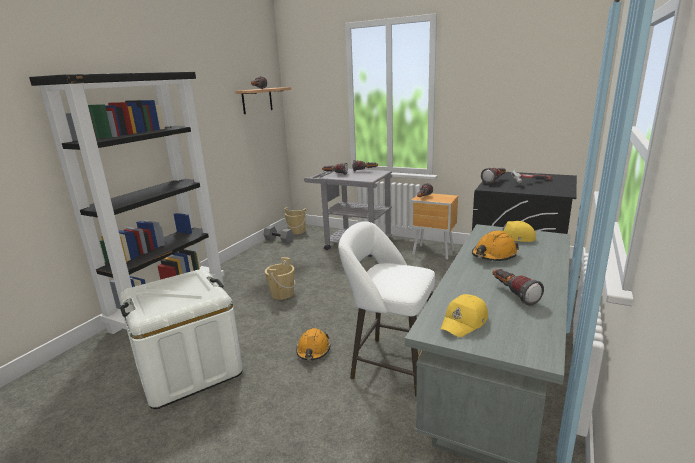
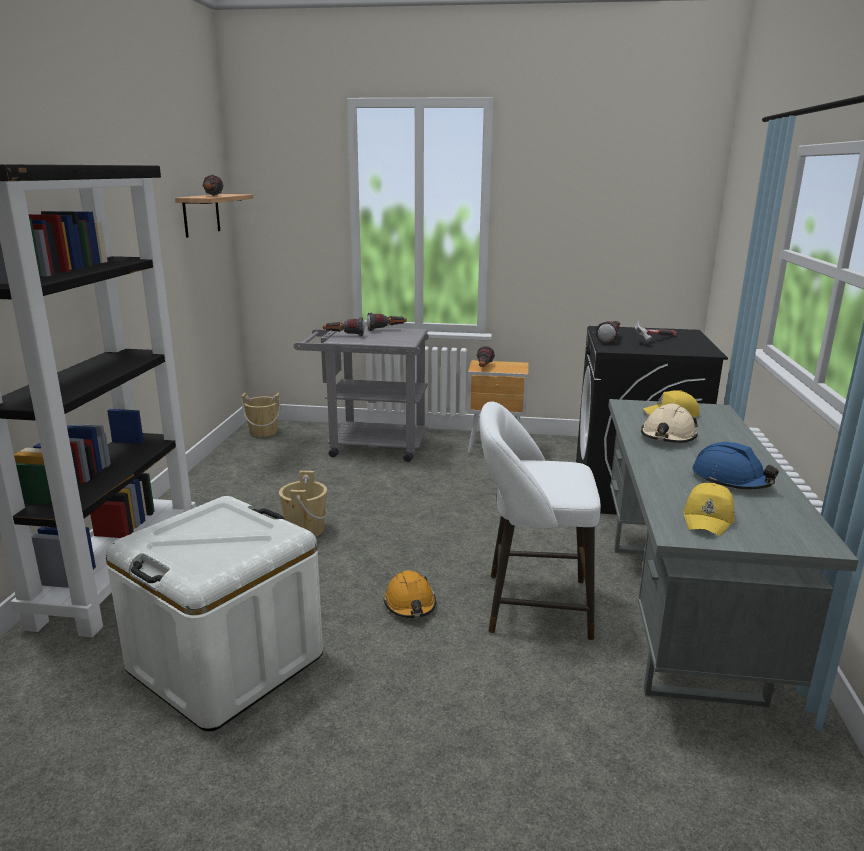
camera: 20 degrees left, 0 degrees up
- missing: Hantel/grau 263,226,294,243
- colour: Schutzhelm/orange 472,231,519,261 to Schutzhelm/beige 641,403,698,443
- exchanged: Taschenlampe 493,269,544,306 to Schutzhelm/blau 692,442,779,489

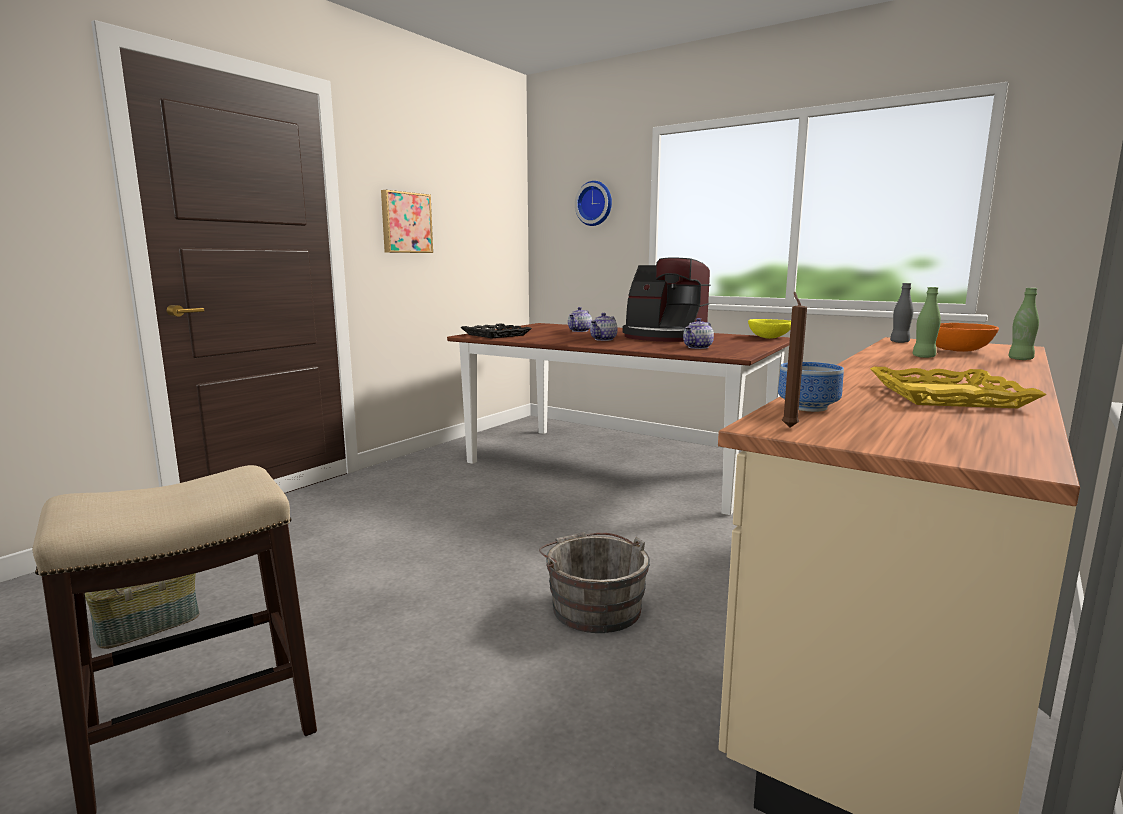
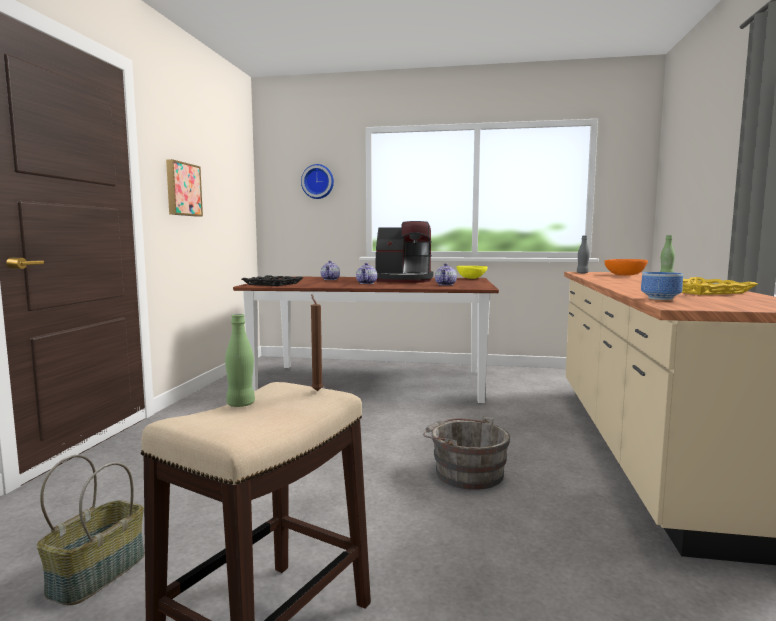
camera: 25 degrees left, 5 degrees down
- relocated: Flasche/grün 912,287,941,358 to 225,314,255,407
- relocated: Kerze/braun 782,292,807,427 to 311,294,323,391

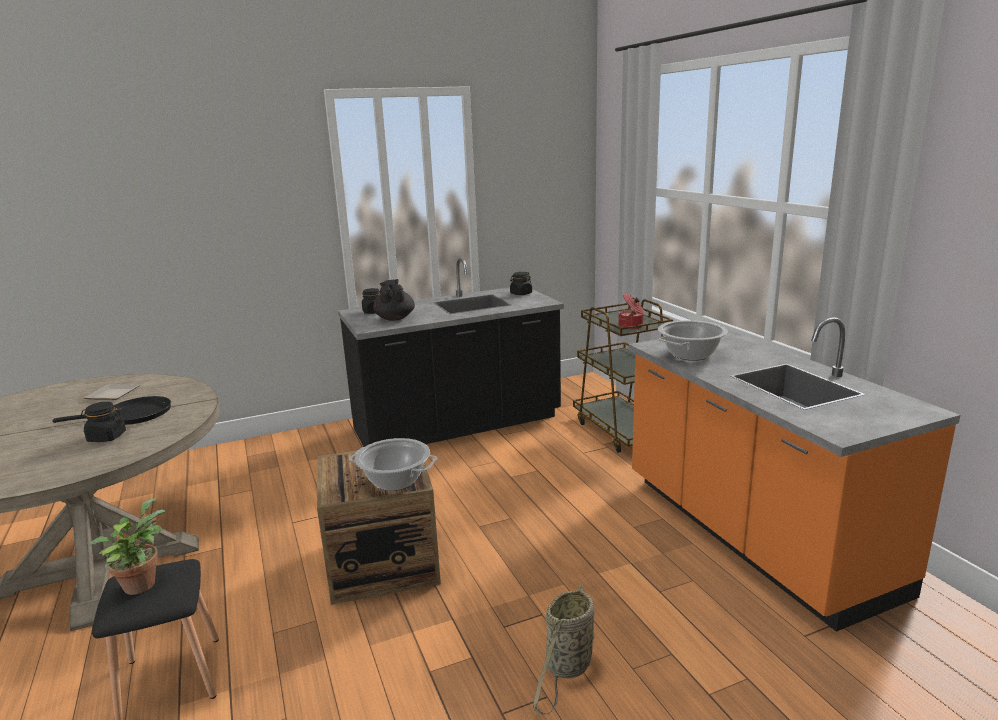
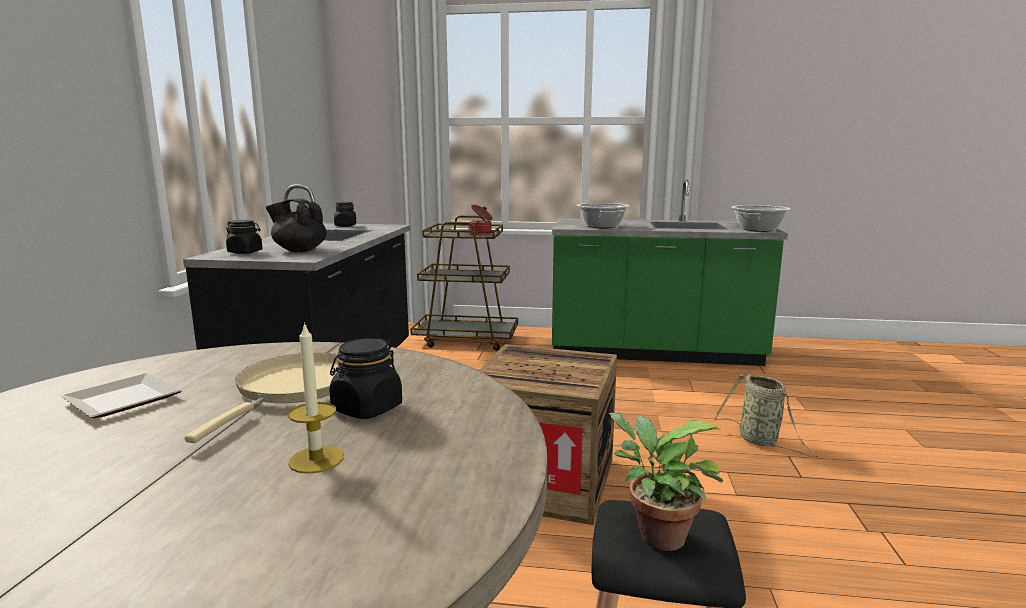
camera: 60 degrees left, 5 degrees down
- colour: Küchenzeile/orange 628,317,960,632 to Küchenzeile/grün 552,179,788,366
- colour: Pfanne/schwarz 52,396,171,425 to Pfanne/beige 185,353,339,443
- relocated: Kochtopf 349,438,437,491 to 731,205,791,232
- appeared: Kerze 288,322,344,474

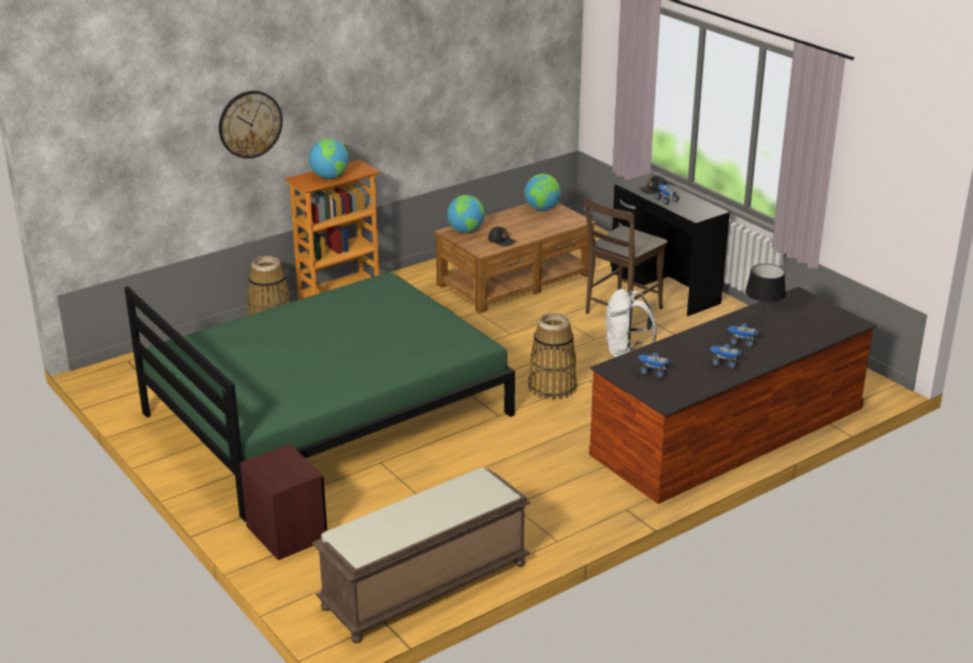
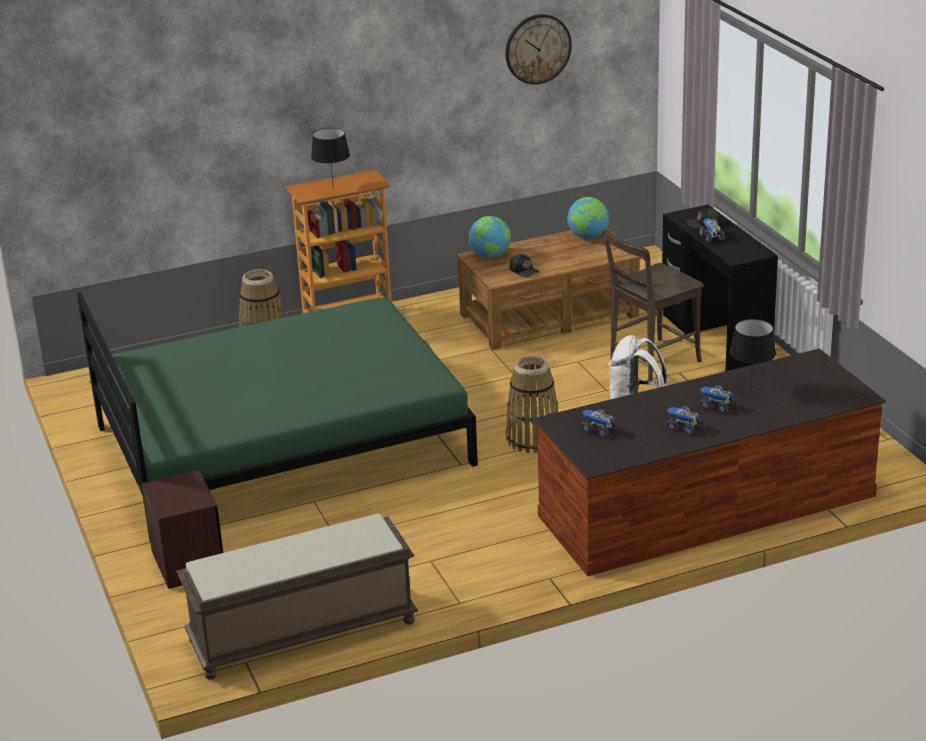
camera: 15 degrees right, 0 degrees up
- relocated: Wanduhr 219,91,283,159 to 505,14,572,84
- exchanged: Globus 309,139,349,179 to Tischlampe/schwarz 311,128,350,183

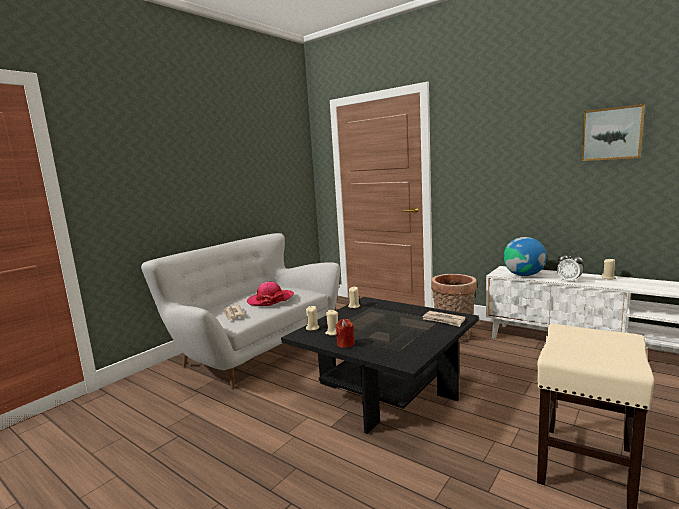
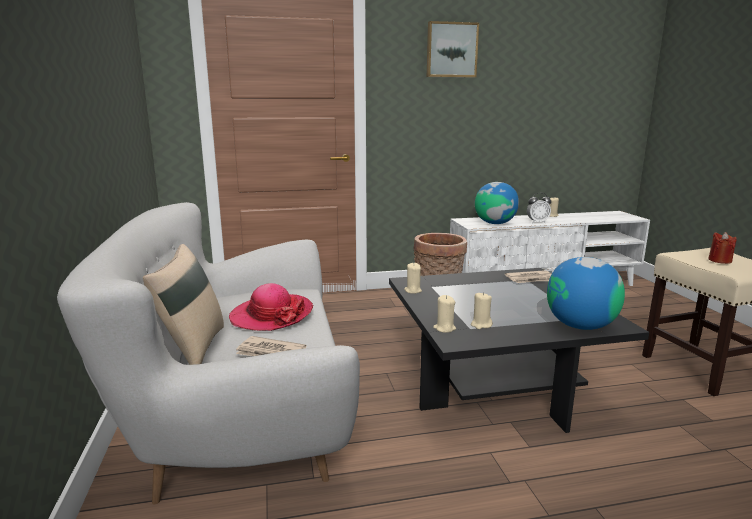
camera: 50 degrees left, 5 degrees up
- relocated: Bild 581,104,645,161 to 427,21,479,78
- relocated: Kerze/rot 335,319,355,348 to 708,232,737,264
- appeared: Kissen/beige 143,244,224,365
- appeared: Globus 547,257,625,330

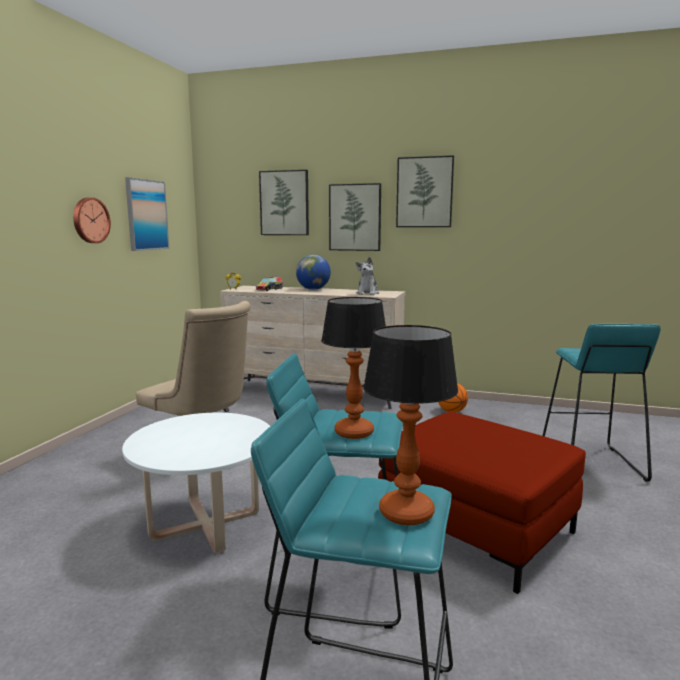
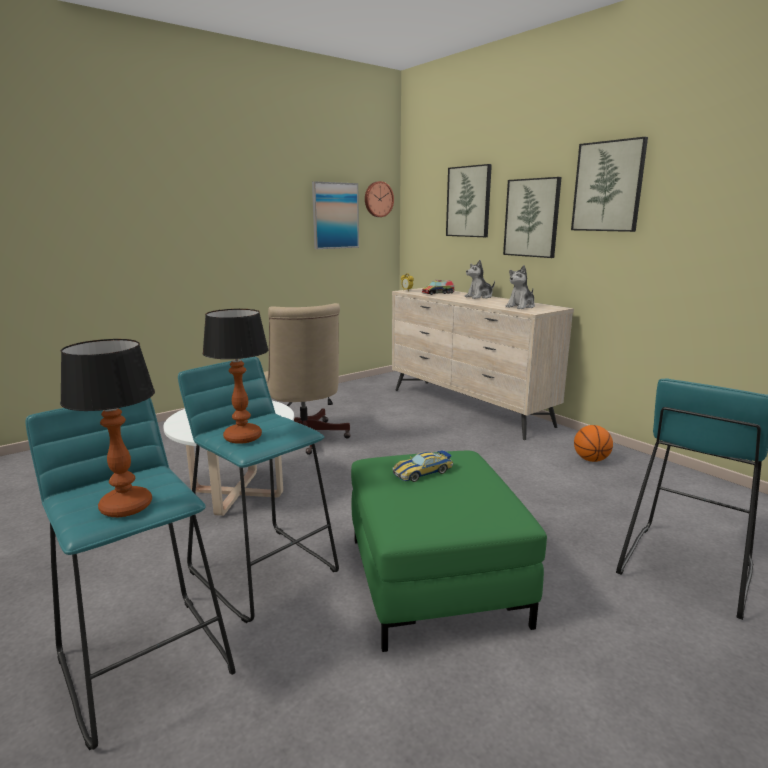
camera: 35 degrees right, 5 degrees up
- relocated: Wanduhr 73,197,111,243 to 365,181,394,217
- exchanged: Globus 296,255,331,290 to Plüschtier 464,260,495,299
- colour: Polsterhocker/rot 378,412,586,594 to Polsterhocker/grün 351,451,547,652
- appeared: Spielzeugauto 392,450,453,482

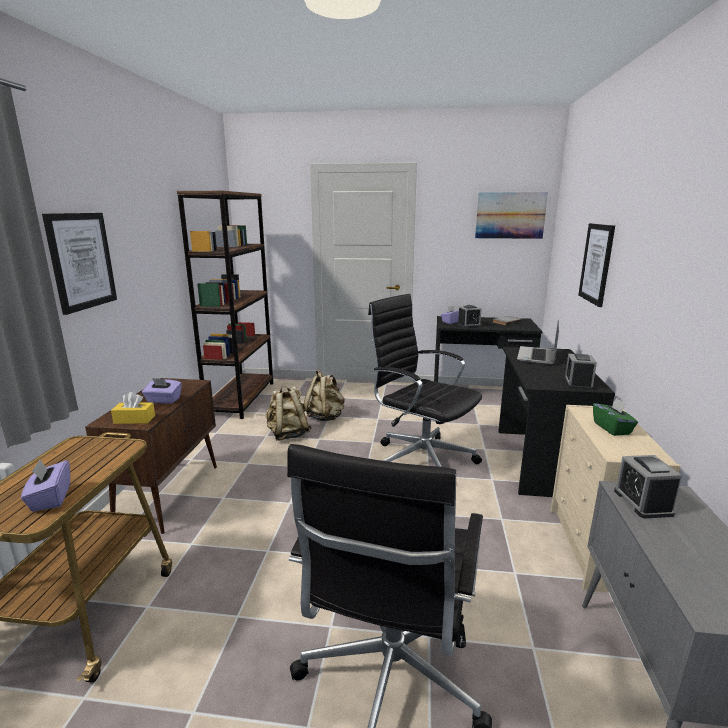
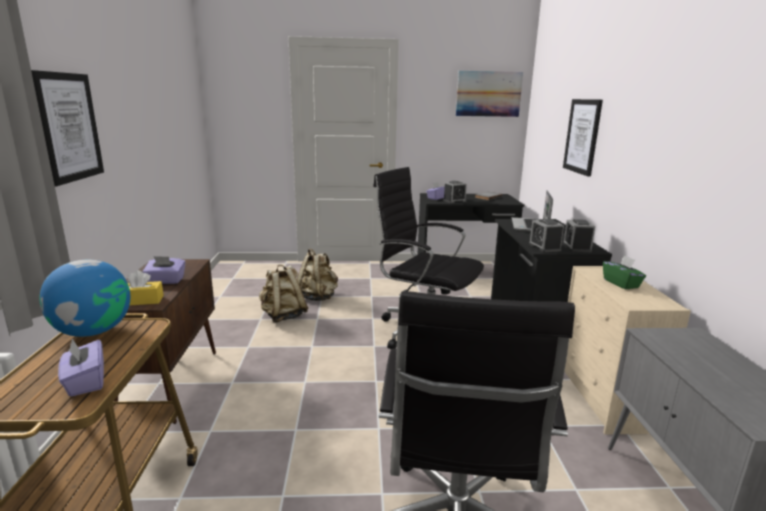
camera: 10 degrees left, 0 degrees up
- missing: Bücherregal/braun 177,191,273,419
- relocated: Wecker 614,455,682,519 to 529,219,564,252
- appeared: Globus 39,260,130,337

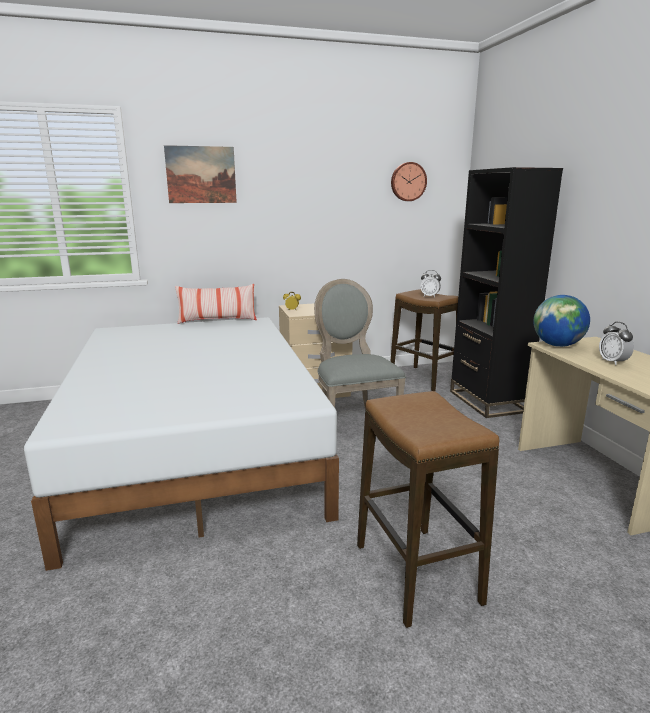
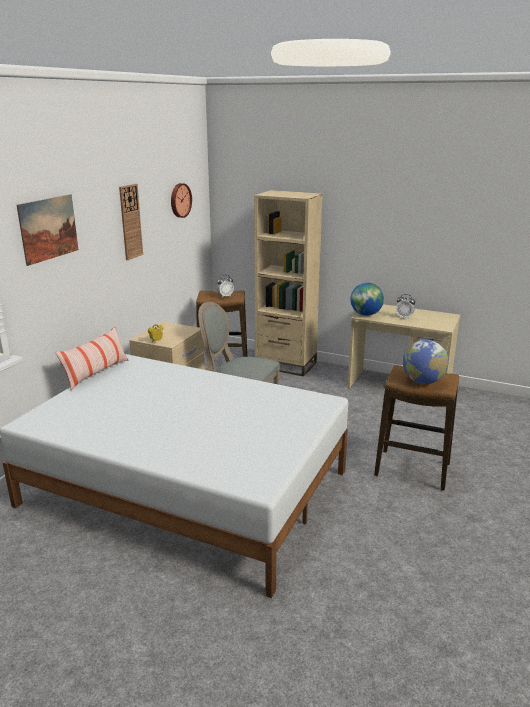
camera: 50 degrees left, 5 degrees up
- colour: Bücherregal/schwarz 450,167,563,418 to Bücherregal/beige 254,190,323,376
- appeared: Wanduhr 119,184,143,260
- appeared: Globus 403,340,448,384

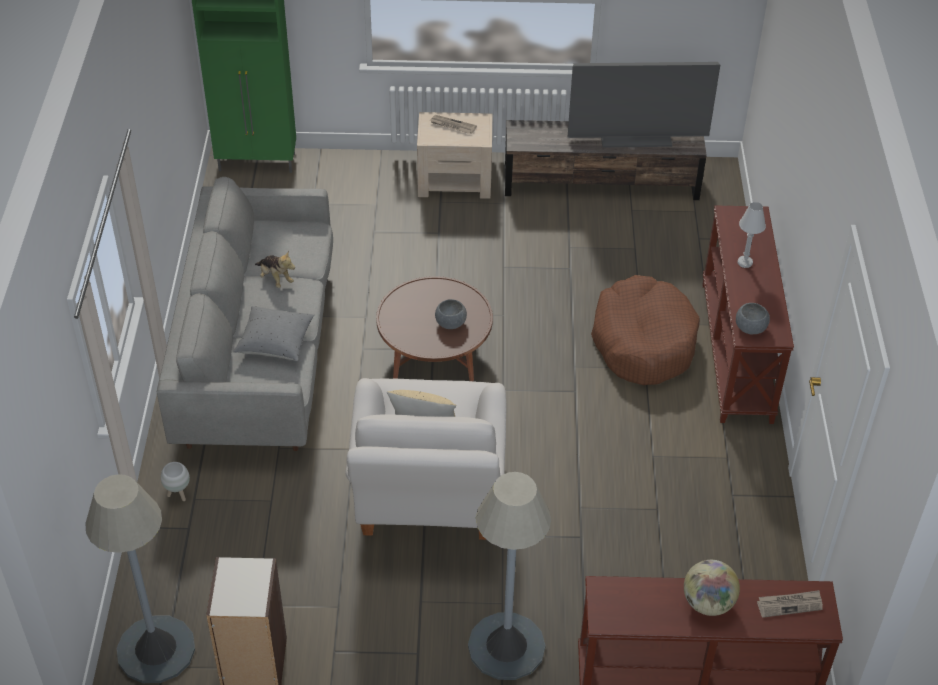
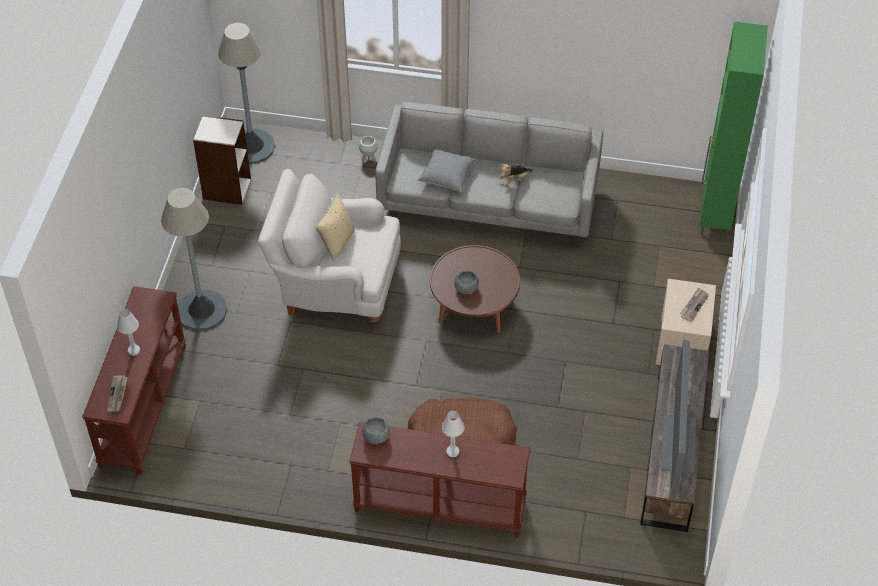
camera: 100 degrees right, 5 degrees up
- exchanged: Globus 684,560,740,616 to Tischlampe/weiß 117,309,140,356

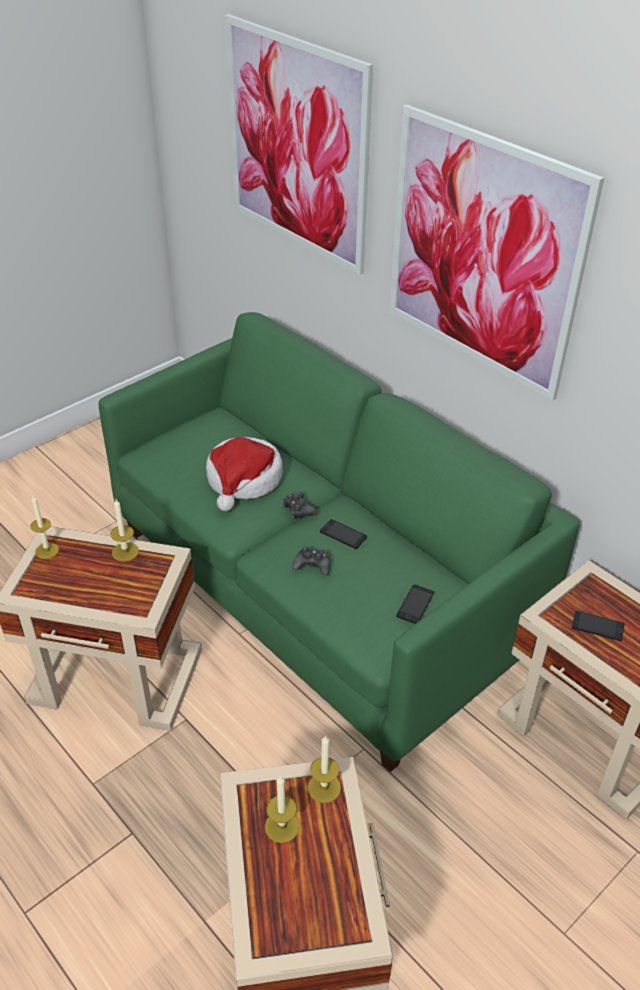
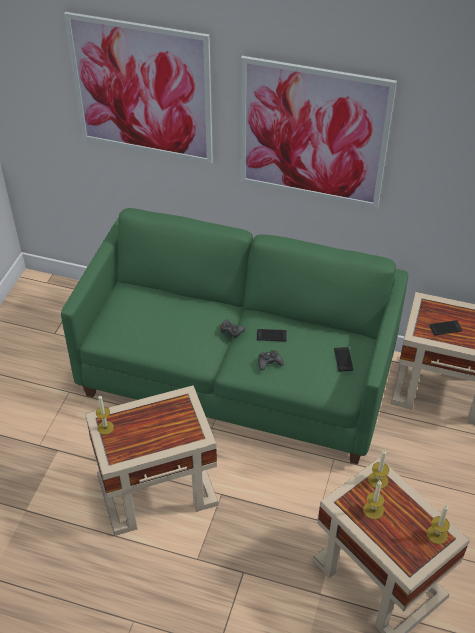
camera: 30 degrees left, 5 degrees up
- missing: Hut 206,437,282,511
- relocated: Kerze 110,499,139,562 to 427,505,450,544

